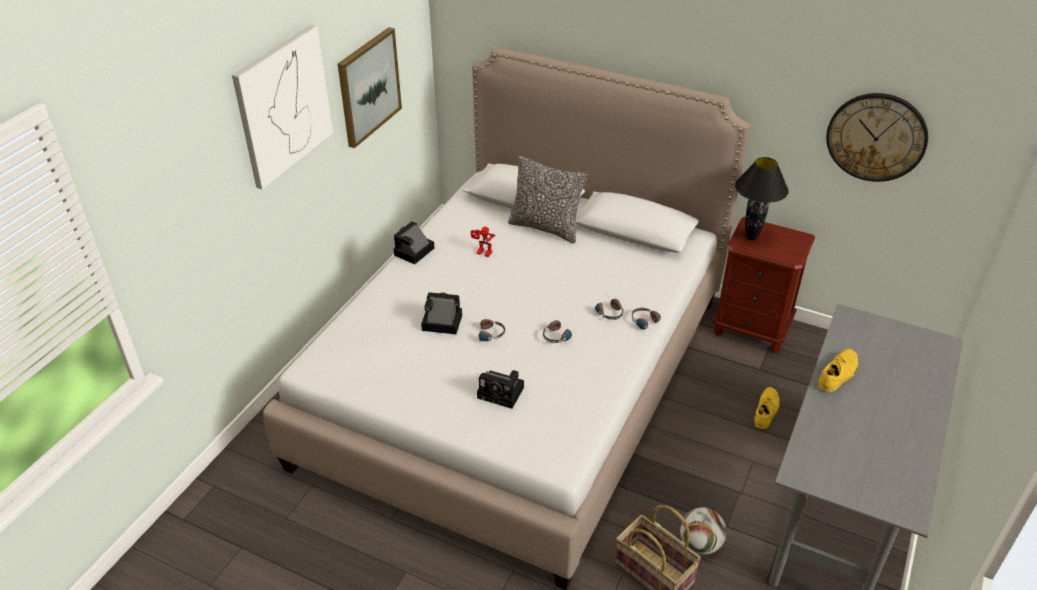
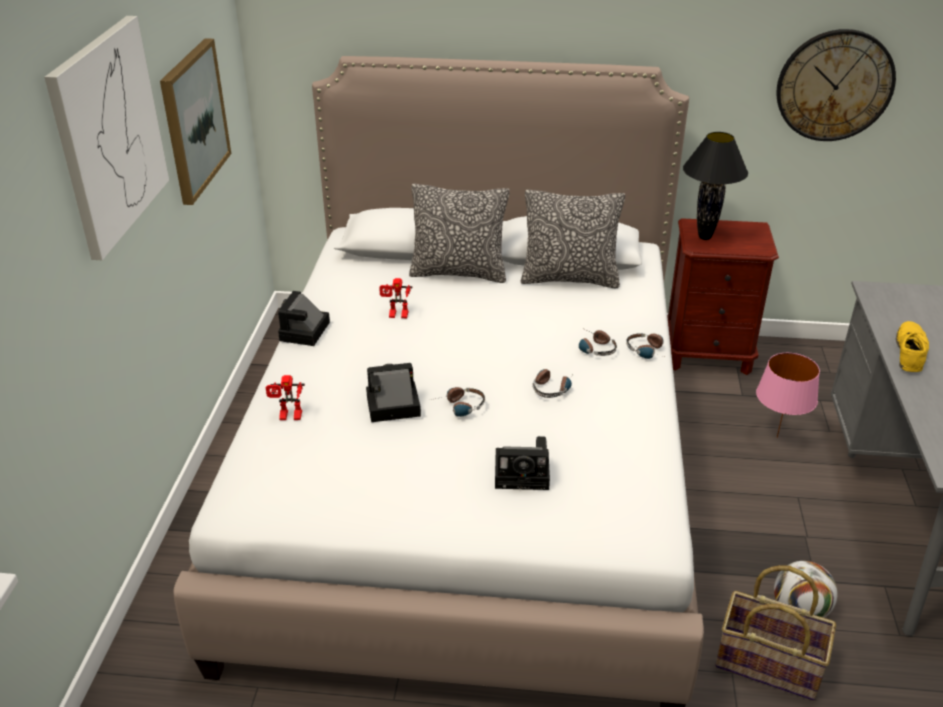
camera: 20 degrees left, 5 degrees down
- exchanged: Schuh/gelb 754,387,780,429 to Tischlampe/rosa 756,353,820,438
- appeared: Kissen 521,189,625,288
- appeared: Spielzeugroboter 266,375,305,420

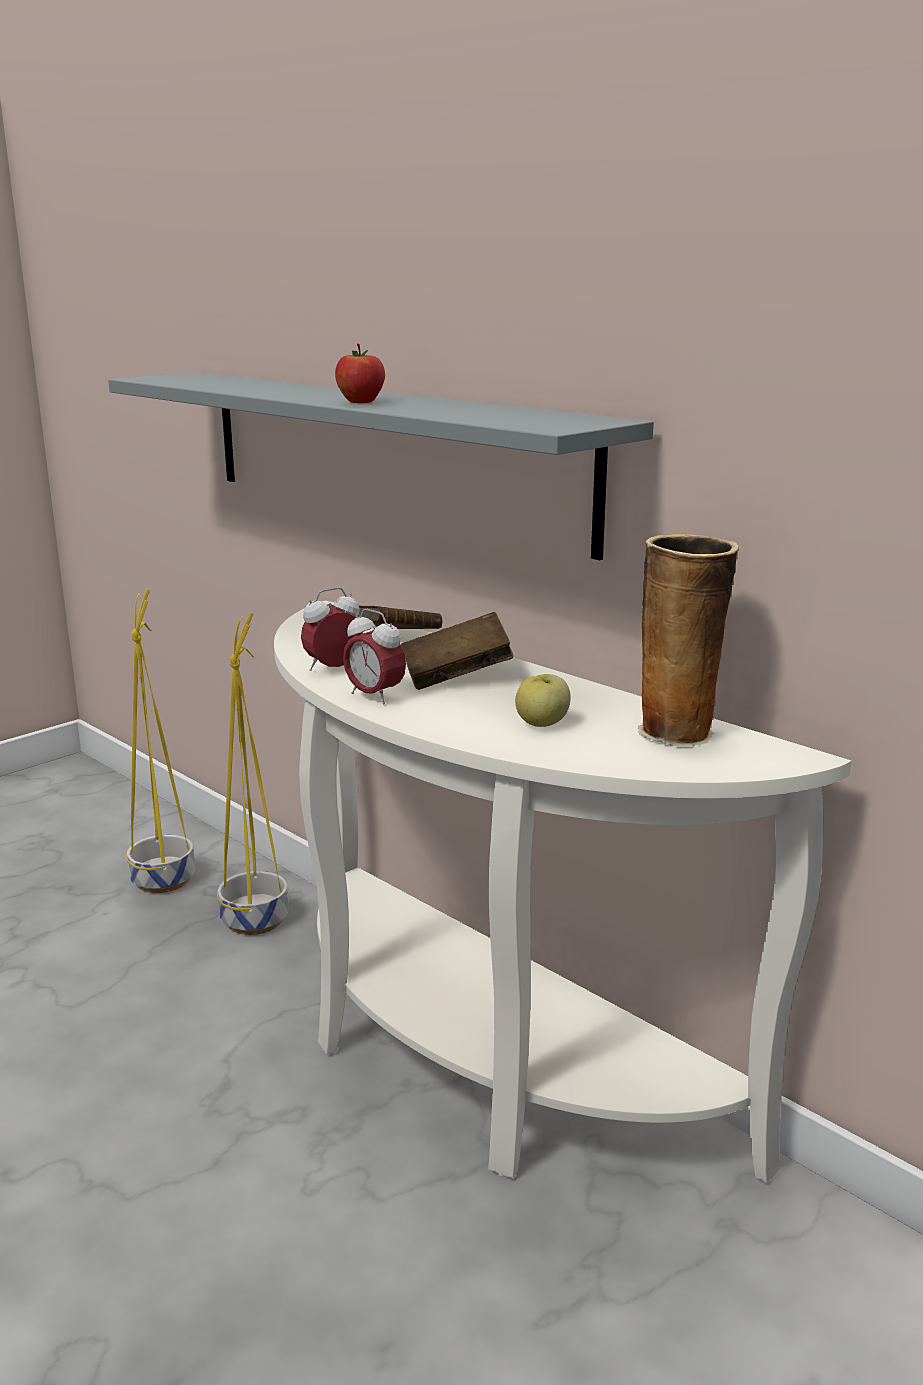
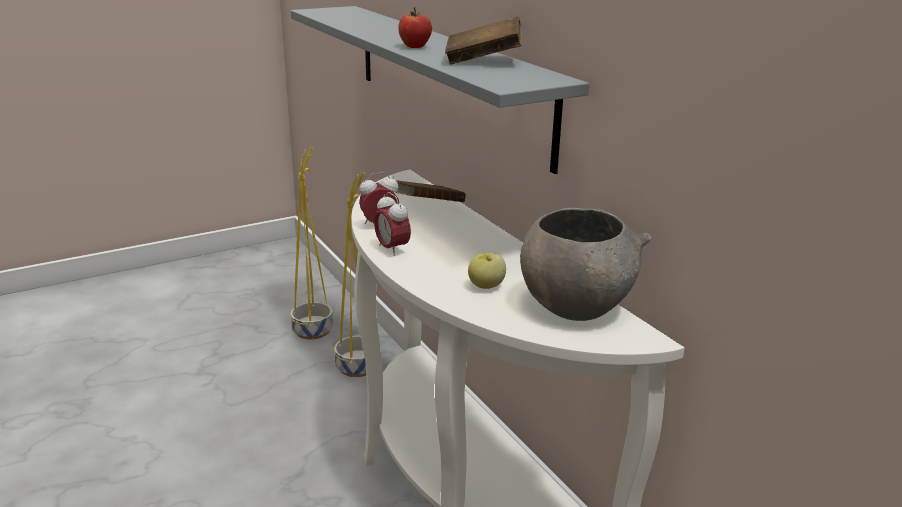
camera: 15 degrees right, 5 degrees up
- exchanged: Vase 638,534,739,746 to Schüssel/grau 520,208,651,321
- relocated: Buch/braun 401,612,514,690 to 445,17,522,64

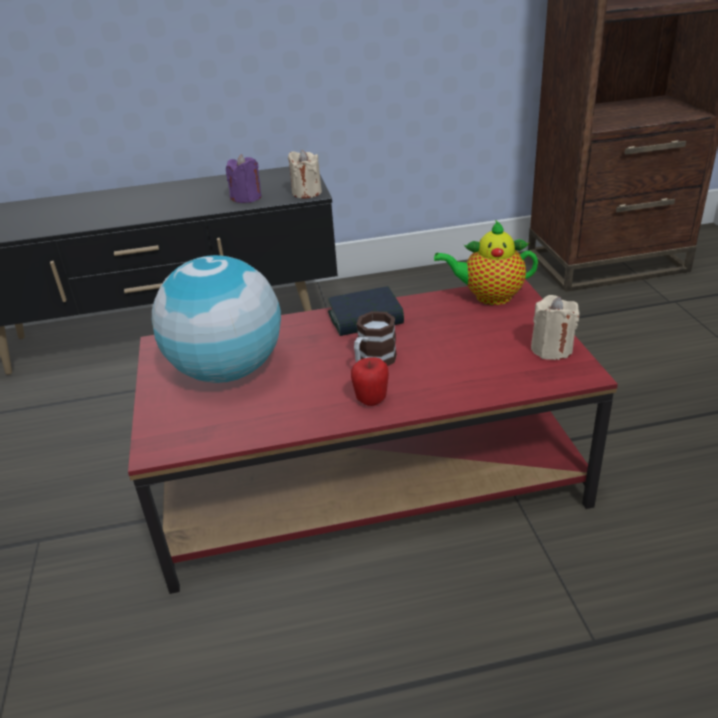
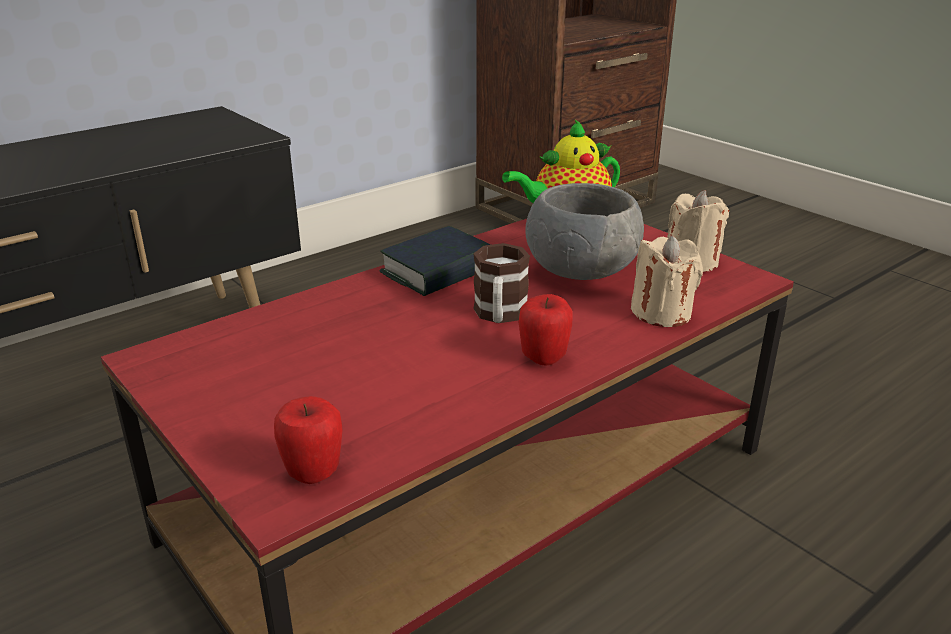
camera: 30 degrees left, 5 degrees down
- relocated: Kerze/beige 288,150,322,198 to 631,236,703,327
- missing: Kerze/lila 226,154,262,203
- missing: Globus 152,255,281,383
- appeared: Schüssel/grau 525,183,644,280
- appeared: Apfel 274,396,342,484

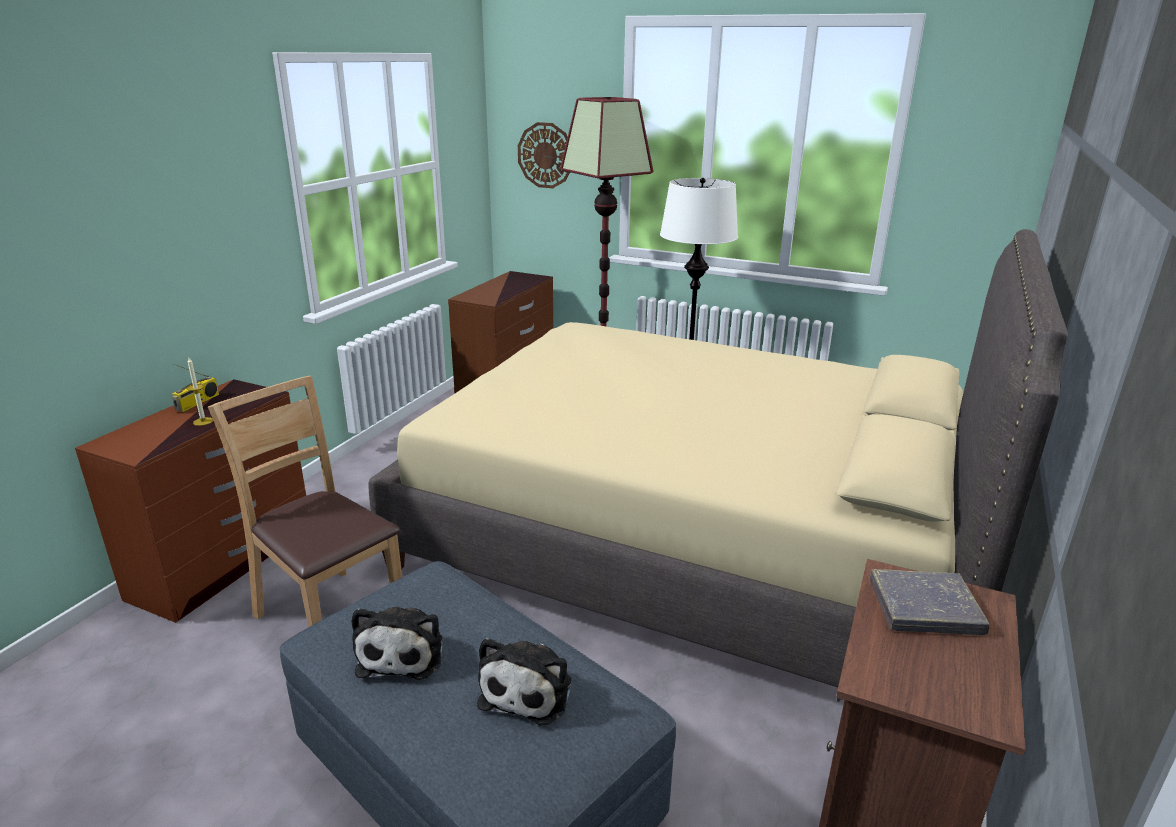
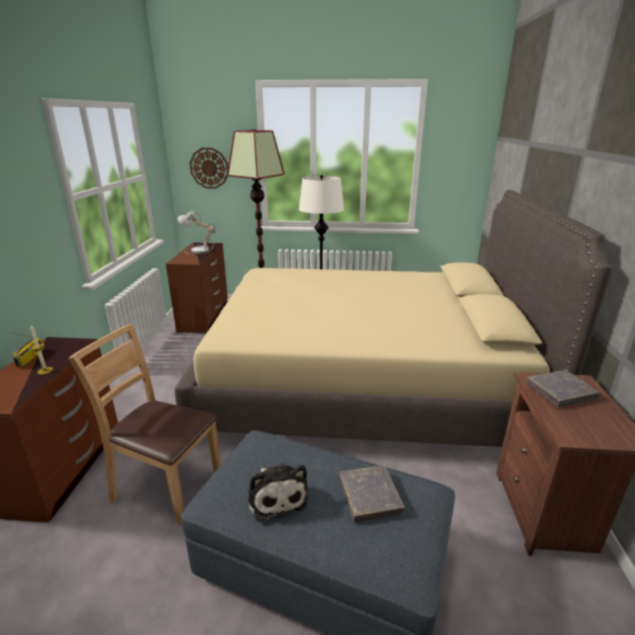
camera: 20 degrees left, 0 degrees up
- exchanged: Plüschtier 477,637,572,725 to Buch/grau 339,465,405,522
- appeared: Tischlampe 178,210,215,255

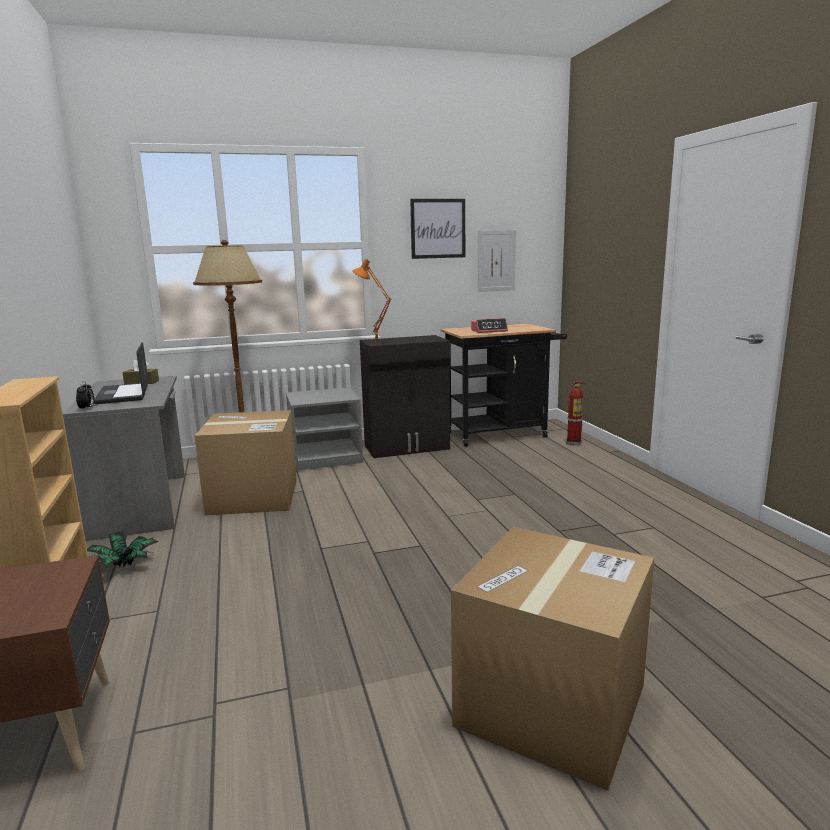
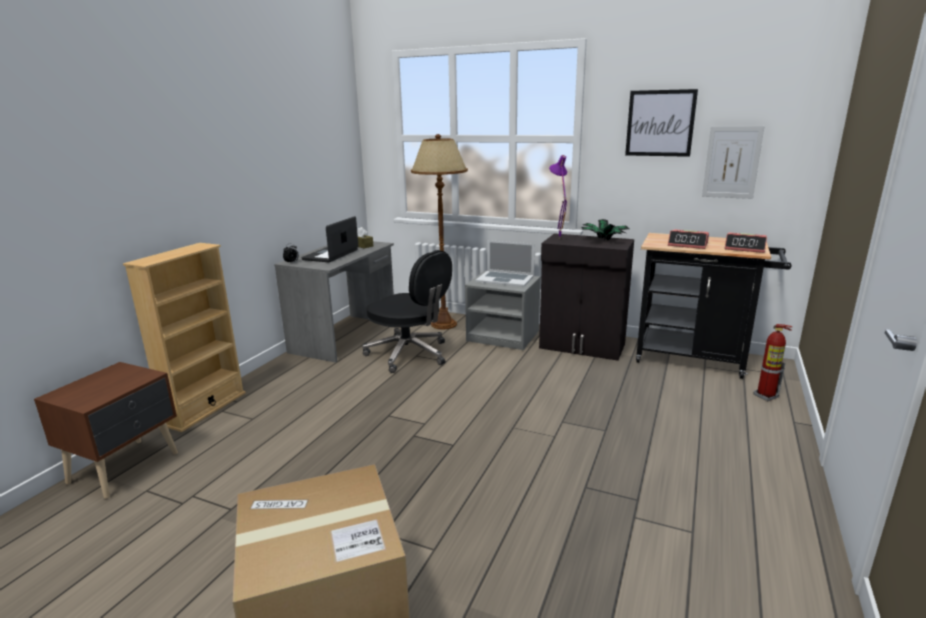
camera: 40 degrees right, 5 degrees up
- colour: Tischlampe/orange 352,259,392,342 to Tischlampe/lila 549,155,567,239
- exchanged: Karton 195,410,297,516 to Bürostuhl/schwarz 362,250,452,373
- relocated: Topfpflanze 87,531,158,568 to 581,219,629,240
- appeared: Wecker 724,233,767,253
- appeared: Laptop 475,240,535,287

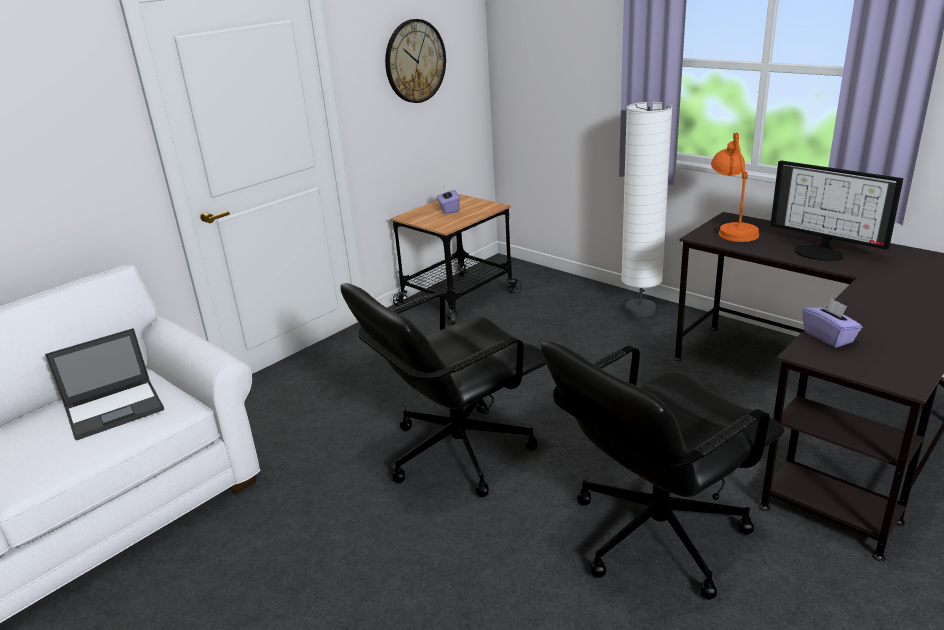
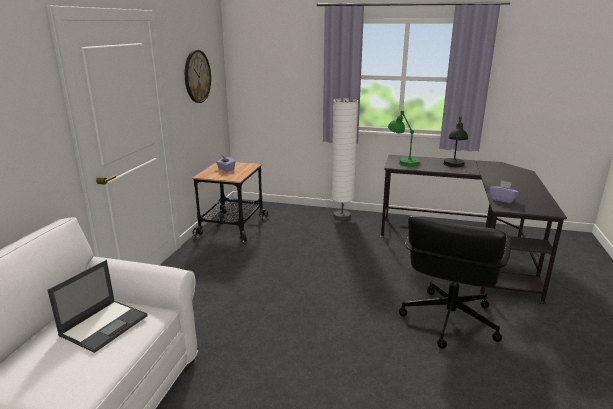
camera: 30 degrees left, 5 degrees down
- colour: Tischlampe/orange 711,133,759,242 to Tischlampe/grün 388,111,420,167
- exchanged: Monitor 770,160,903,261 to Tischlampe/schwarz 443,116,468,167
- missing: Bürostuhl/schwarz 340,283,546,497

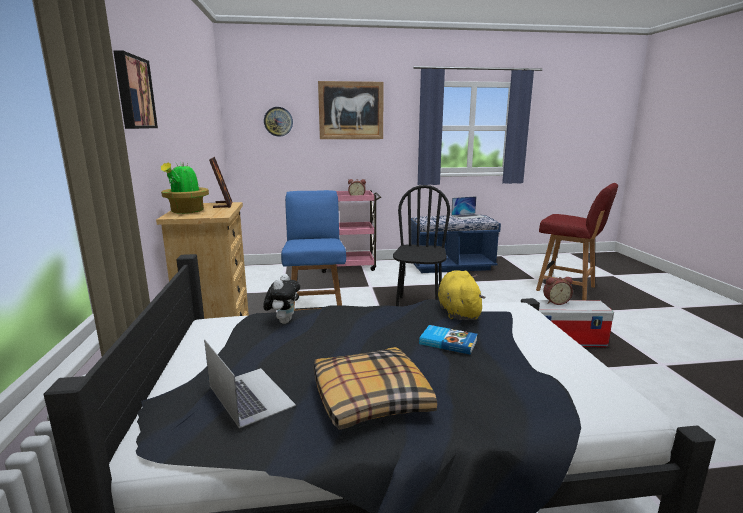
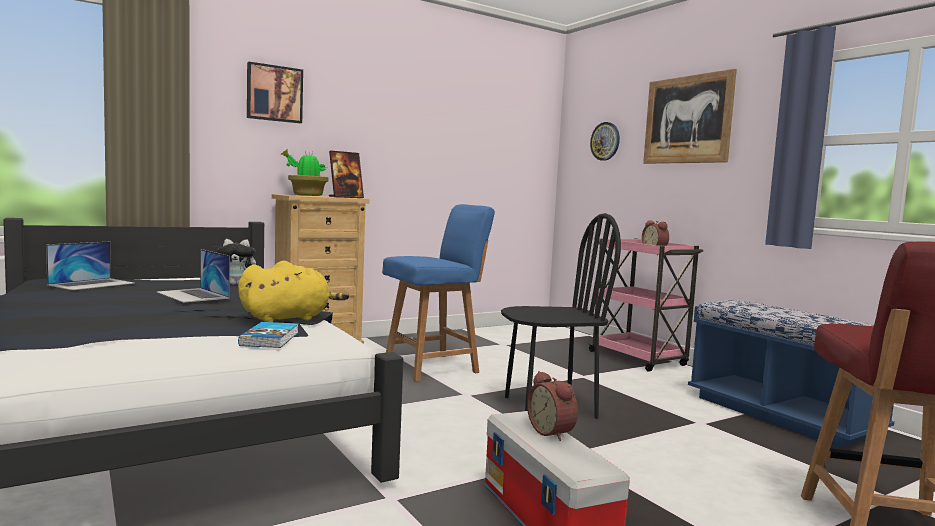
camera: 65 degrees right, 10 degrees down
- relocated: Laptop 451,196,485,219 to 157,249,230,303
- relocated: Buch 419,325,478,355 to 238,322,299,348
- missing: Kissen 314,347,437,430

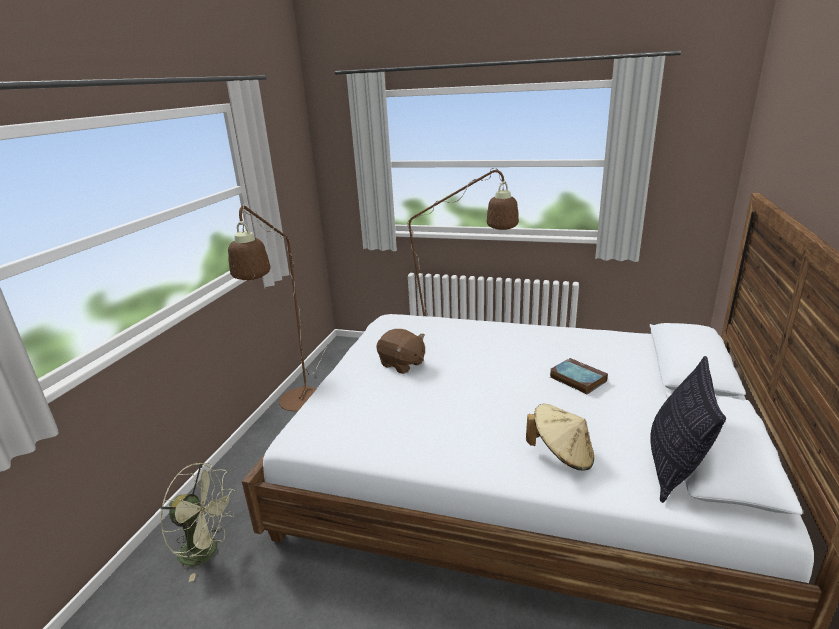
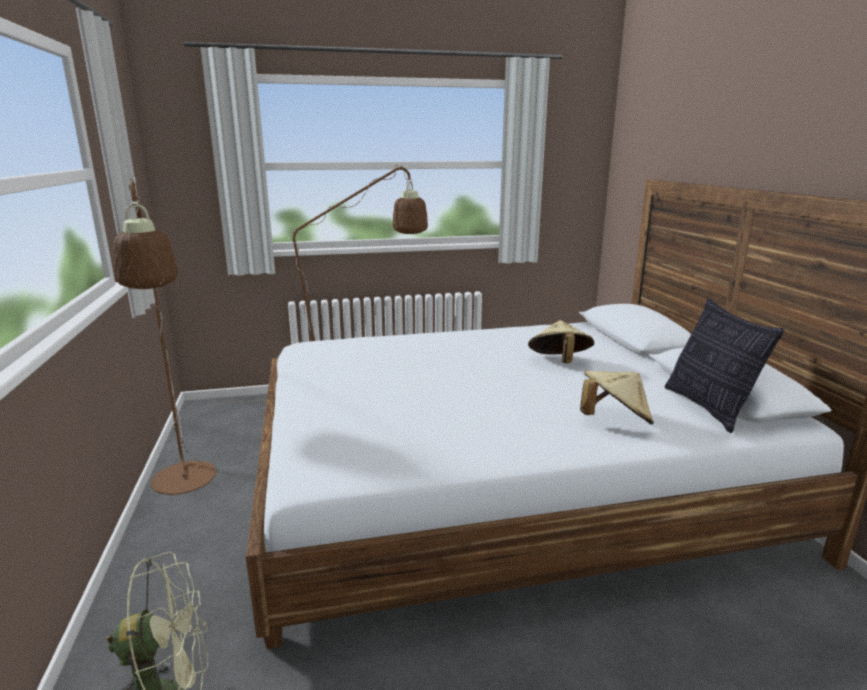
camera: 30 degrees left, 5 degrees down
- missing: Plüschtier/braun 376,329,425,374
- exchanged: Buch 550,358,608,394 to Hut/beige 528,320,594,364

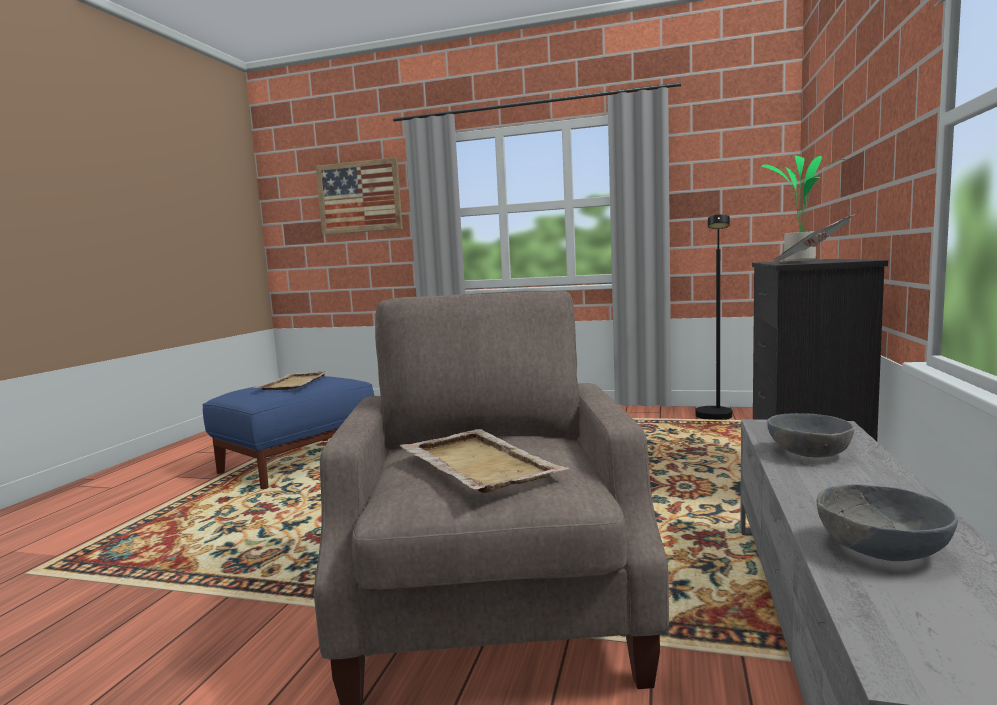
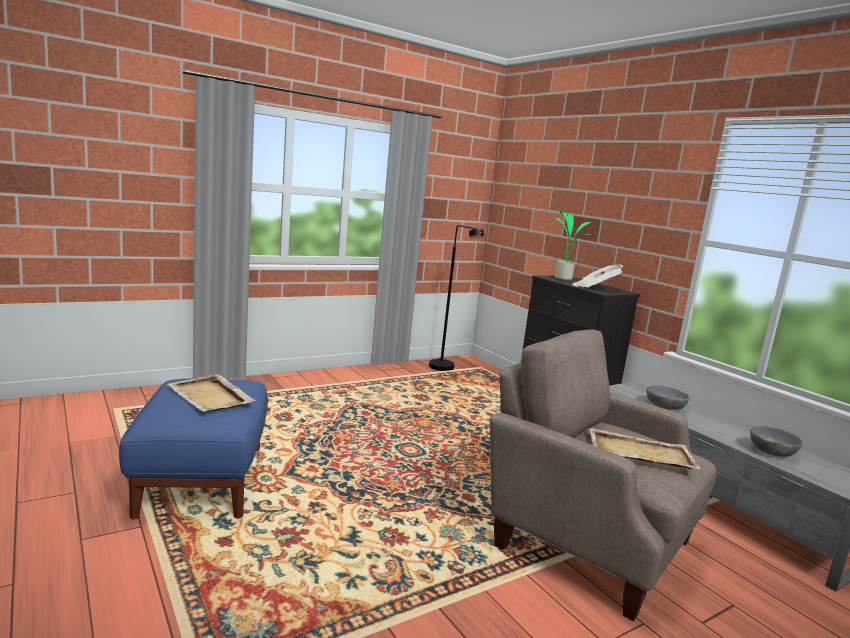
camera: 50 degrees left, 5 degrees up
- missing: Bild 316,157,403,235

